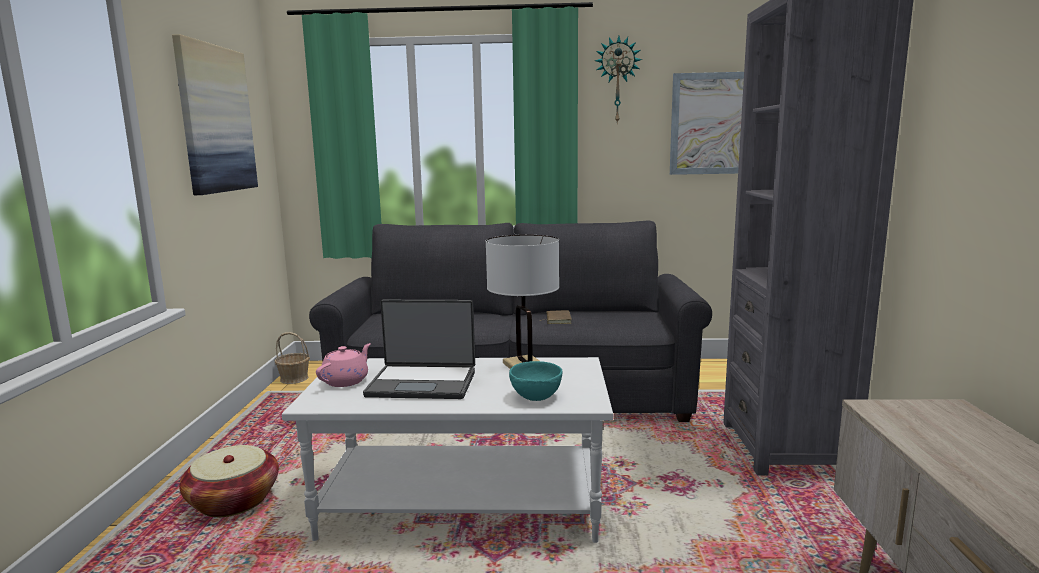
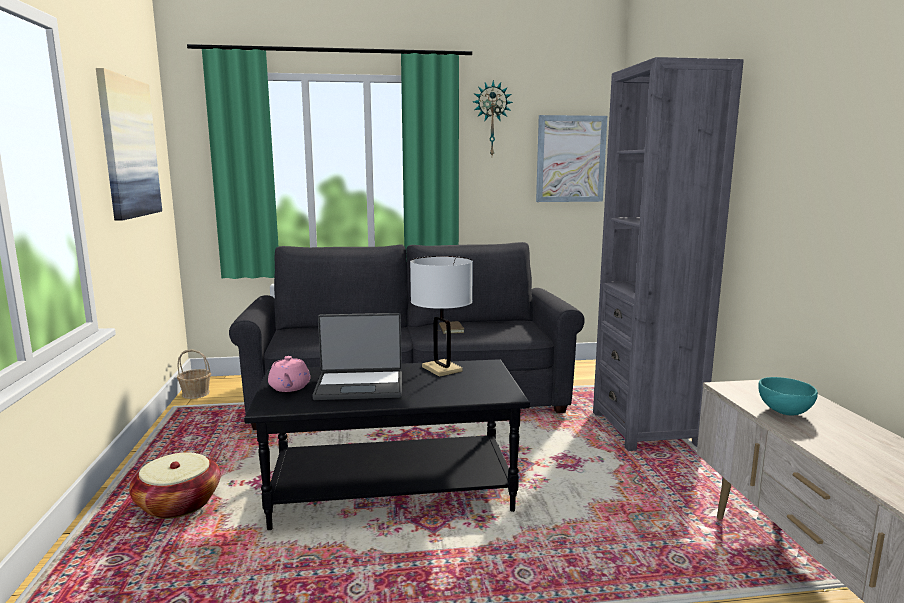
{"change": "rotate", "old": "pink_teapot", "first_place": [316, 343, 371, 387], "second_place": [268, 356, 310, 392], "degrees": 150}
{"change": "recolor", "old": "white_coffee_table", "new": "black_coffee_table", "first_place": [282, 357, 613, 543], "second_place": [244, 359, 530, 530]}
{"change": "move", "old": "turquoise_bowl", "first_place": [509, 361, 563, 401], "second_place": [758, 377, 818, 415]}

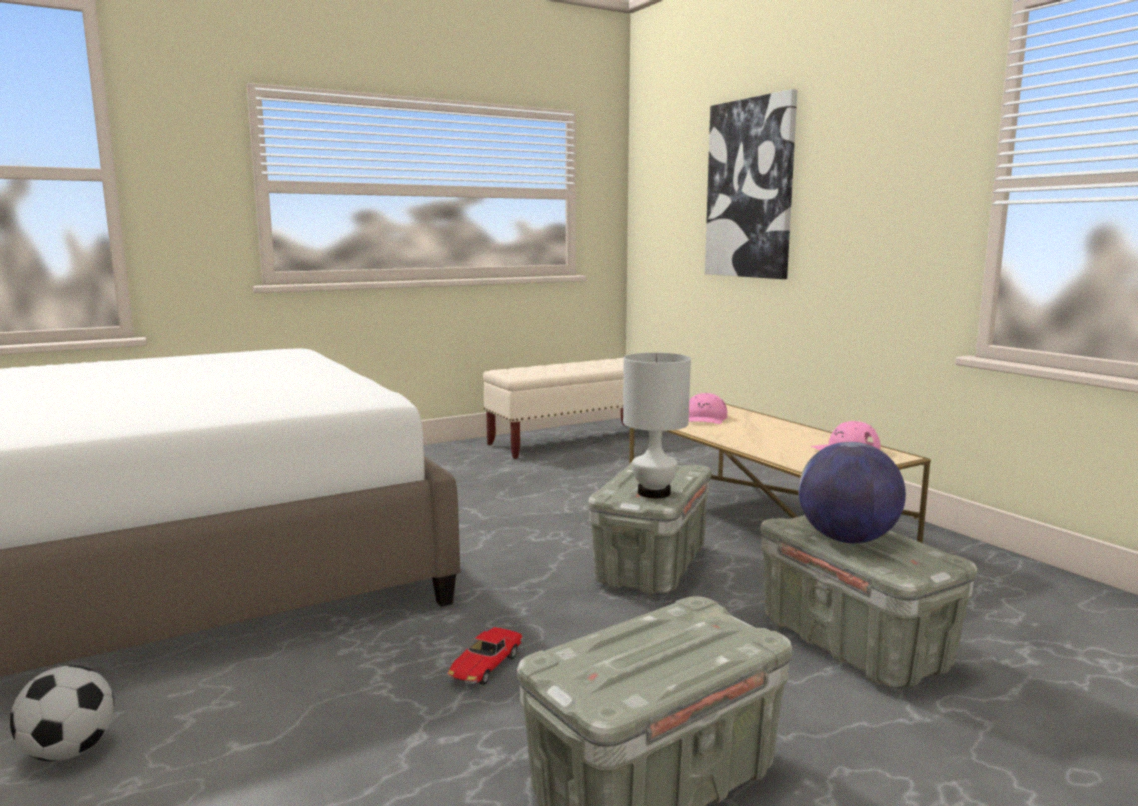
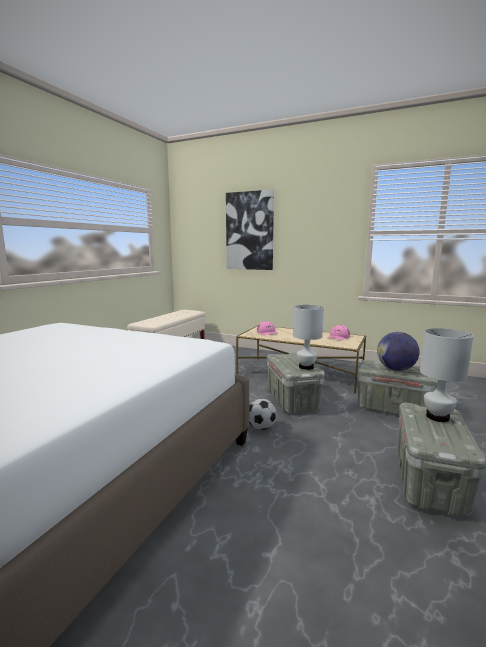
{"change": "delete", "old": "toy_car", "first_place": [447, 627, 523, 685]}
{"change": "move", "old": "football", "first_place": [10, 665, 114, 761], "second_place": [249, 399, 277, 430]}
{"change": "insert", "new": "white_table_lamp", "second_place": [420, 328, 473, 422]}

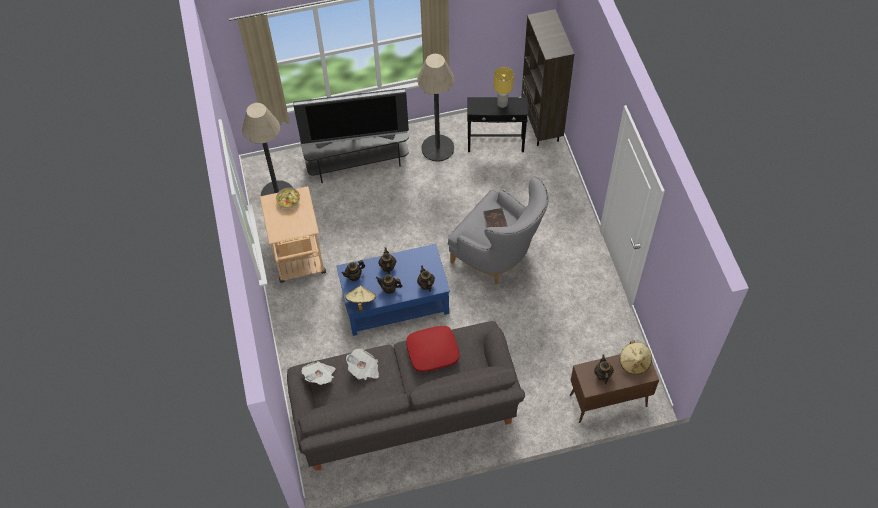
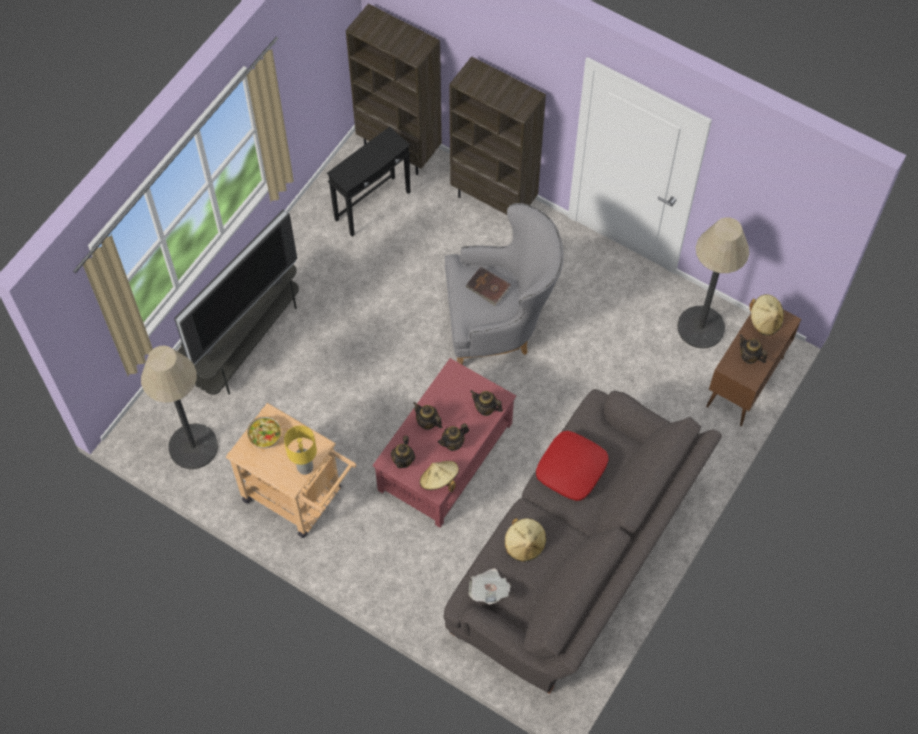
{"change": "move", "old": "floor_lamp", "first_place": [417, 54, 454, 162], "second_place": [677, 217, 749, 348]}
{"change": "move", "old": "yellow_table_lamp", "first_place": [494, 67, 514, 108], "second_place": [284, 425, 317, 475]}
{"change": "recolor", "old": "blue_coffee_table", "new": "red_coffee_table", "first_place": [337, 244, 450, 336], "second_place": [373, 358, 516, 528]}
{"change": "replace", "old": "newspaper", "new": "beige_hat", "first_place": [346, 348, 379, 380], "second_place": [505, 518, 546, 562]}
{"change": "insert", "new": "brown_bookcase", "second_place": [449, 56, 546, 215]}

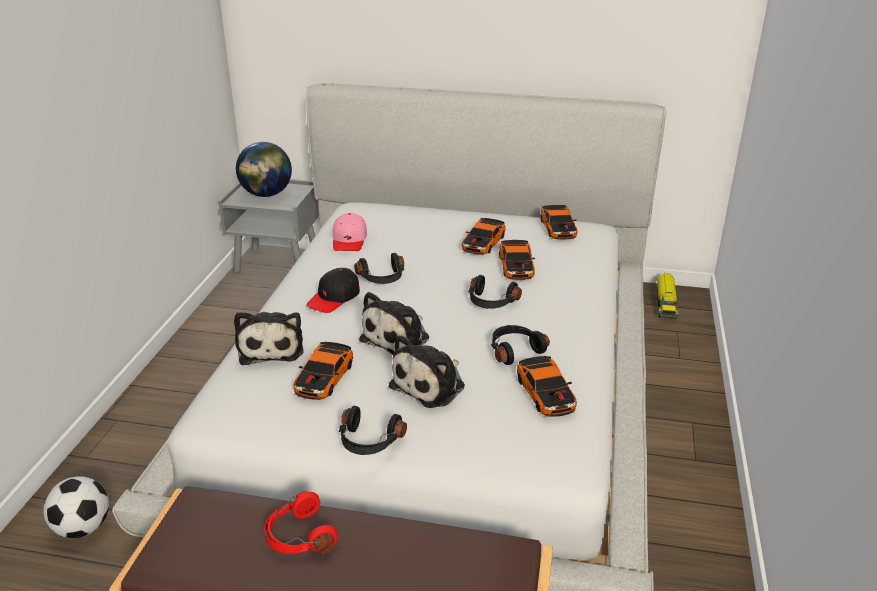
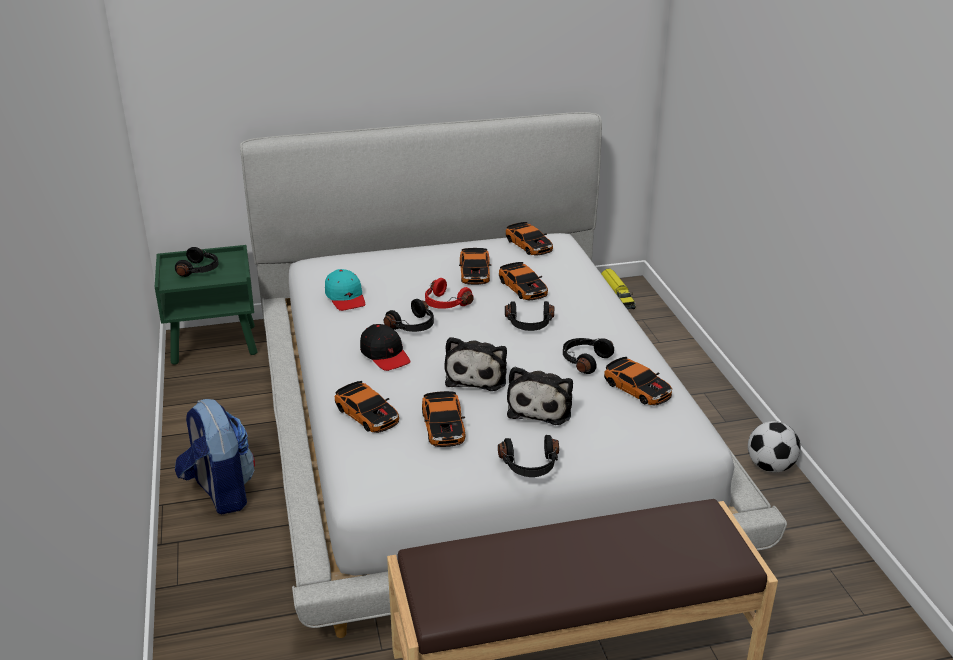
{"change": "replace", "old": "globe", "new": "black_headphones", "first_place": [236, 142, 292, 197], "second_place": [175, 247, 219, 277]}
{"change": "recolor", "old": "grey_nightstand", "new": "green_nightstand", "first_place": [218, 179, 319, 273], "second_place": [155, 245, 257, 365]}
{"change": "recolor", "old": "pink_cap", "new": "turquoise_cap", "first_place": [333, 213, 367, 251], "second_place": [325, 269, 365, 311]}
{"change": "rotate", "old": "black_cap", "first_place": [307, 268, 360, 313], "second_place": [360, 324, 410, 371], "degrees": -45}
{"change": "replace", "old": "plush_toy", "new": "toy_car", "first_place": [234, 312, 304, 365], "second_place": [335, 381, 399, 433]}
{"change": "move", "old": "football", "first_place": [43, 476, 109, 538], "second_place": [748, 421, 801, 472]}
{"change": "move", "old": "red_headphones", "first_place": [264, 491, 338, 554], "second_place": [425, 278, 474, 309]}
{"change": "insert", "new": "backpack", "second_place": [175, 399, 255, 514]}

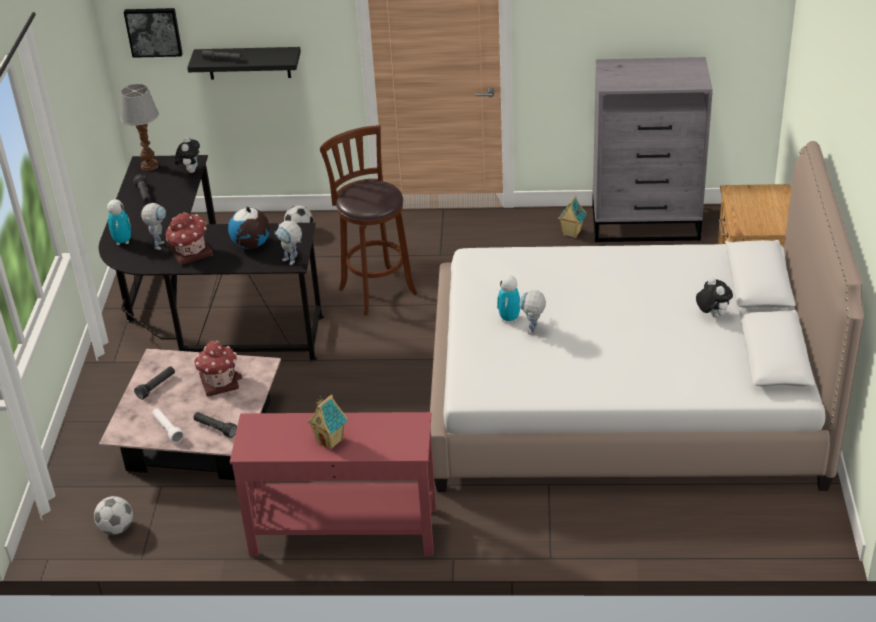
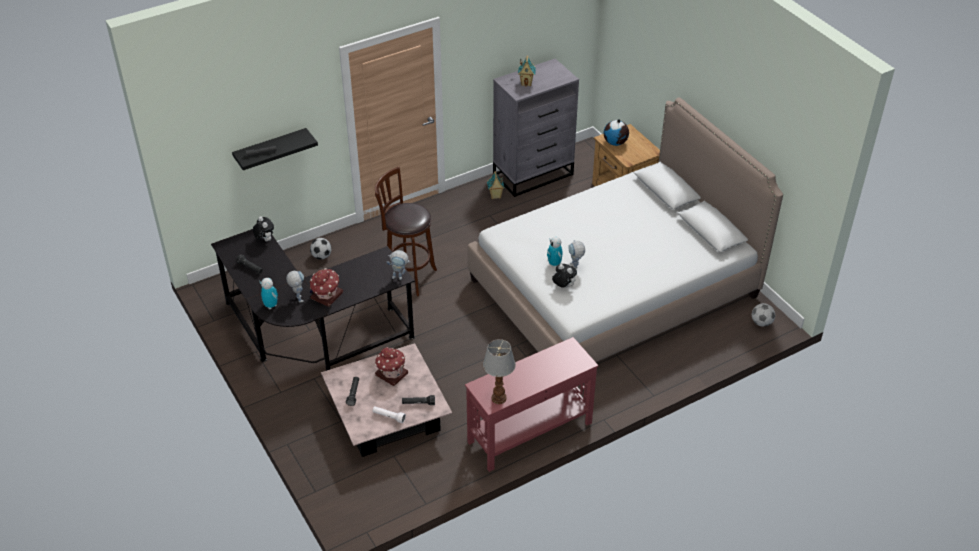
{"change": "delete", "old": "picture", "first_place": [124, 8, 183, 58]}
{"change": "move", "old": "table_lamp", "first_place": [120, 84, 159, 171], "second_place": [483, 339, 516, 404]}
{"change": "move", "old": "globe", "first_place": [228, 207, 270, 249], "second_place": [604, 119, 629, 146]}
{"change": "move", "old": "plush_toy", "first_place": [696, 278, 733, 317], "second_place": [552, 264, 577, 288]}
{"change": "move", "old": "toy_house", "first_place": [307, 395, 348, 450], "second_place": [518, 55, 536, 86]}
{"change": "move", "old": "football", "first_place": [94, 496, 133, 535], "second_place": [752, 303, 775, 327]}

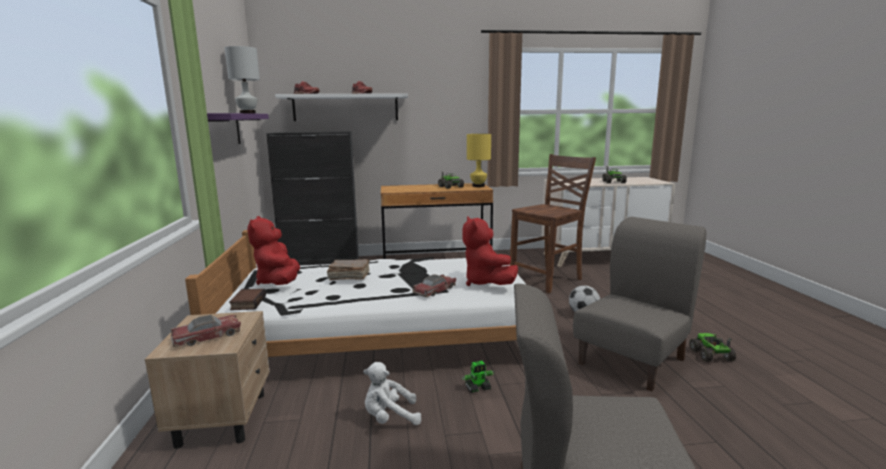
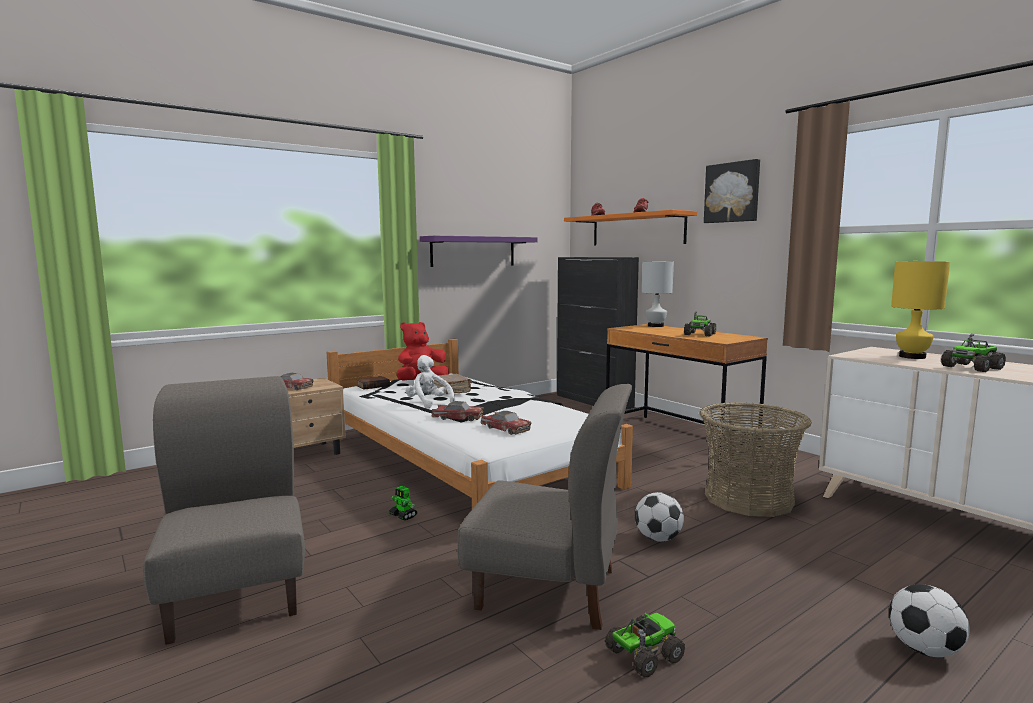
{"change": "move", "old": "white_table_lamp", "first_place": [224, 46, 260, 114], "second_place": [642, 261, 674, 327]}
{"change": "recolor", "old": "white_shelf", "new": "orange_shelf", "first_place": [275, 93, 408, 121], "second_place": [564, 210, 697, 246]}
{"change": "move", "old": "yellow_table_lamp", "first_place": [467, 134, 491, 187], "second_place": [891, 261, 950, 359]}
{"change": "replace", "old": "brown_chair", "new": "basket", "first_place": [510, 154, 596, 293], "second_place": [699, 402, 812, 517]}
{"change": "replace", "old": "red_plush_toy", "new": "toy_car", "first_place": [462, 216, 518, 286], "second_place": [481, 411, 531, 435]}
{"change": "move", "old": "white_plush_toy", "first_place": [363, 362, 422, 425], "second_place": [405, 355, 455, 409]}
{"change": "insert", "new": "picture", "second_place": [704, 159, 760, 223]}
{"change": "insert", "new": "football", "second_place": [889, 584, 970, 657]}

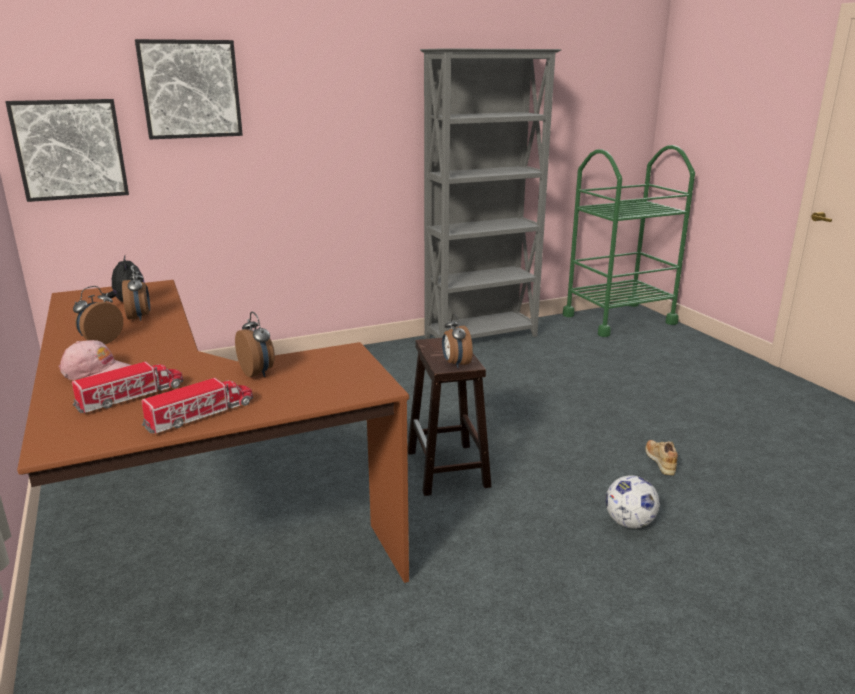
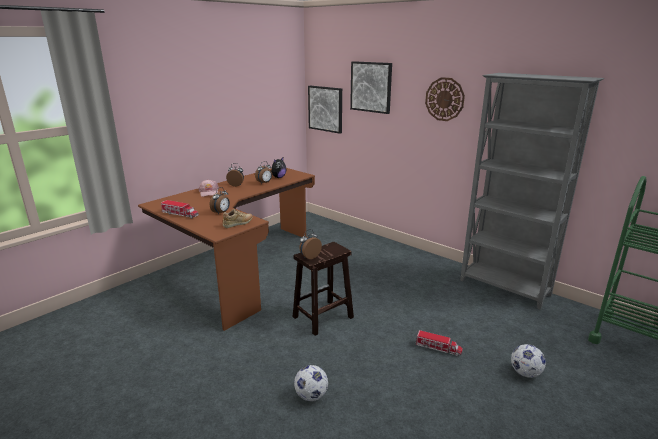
{"change": "move", "old": "toy_truck", "first_place": [72, 362, 183, 413], "second_place": [415, 330, 463, 356]}
{"change": "move", "old": "beige_shoe", "first_place": [645, 440, 678, 475], "second_place": [223, 209, 253, 228]}
{"change": "insert", "new": "wall_clock", "second_place": [425, 77, 465, 121]}
{"change": "insert", "new": "football", "second_place": [511, 344, 546, 378]}

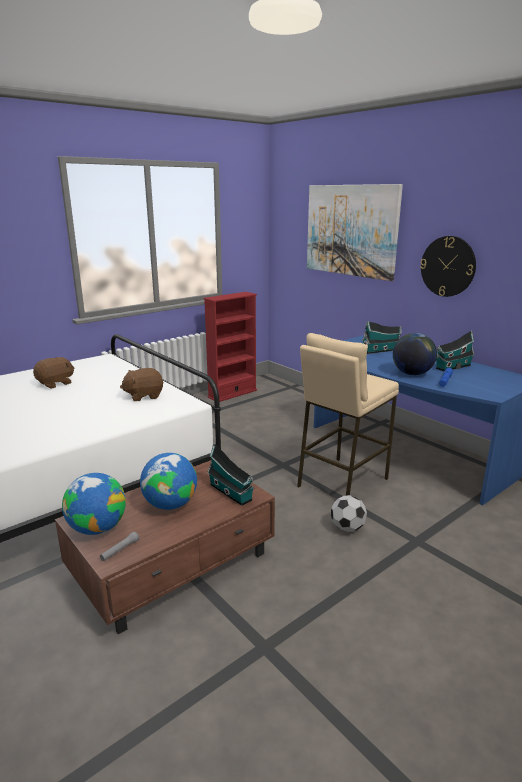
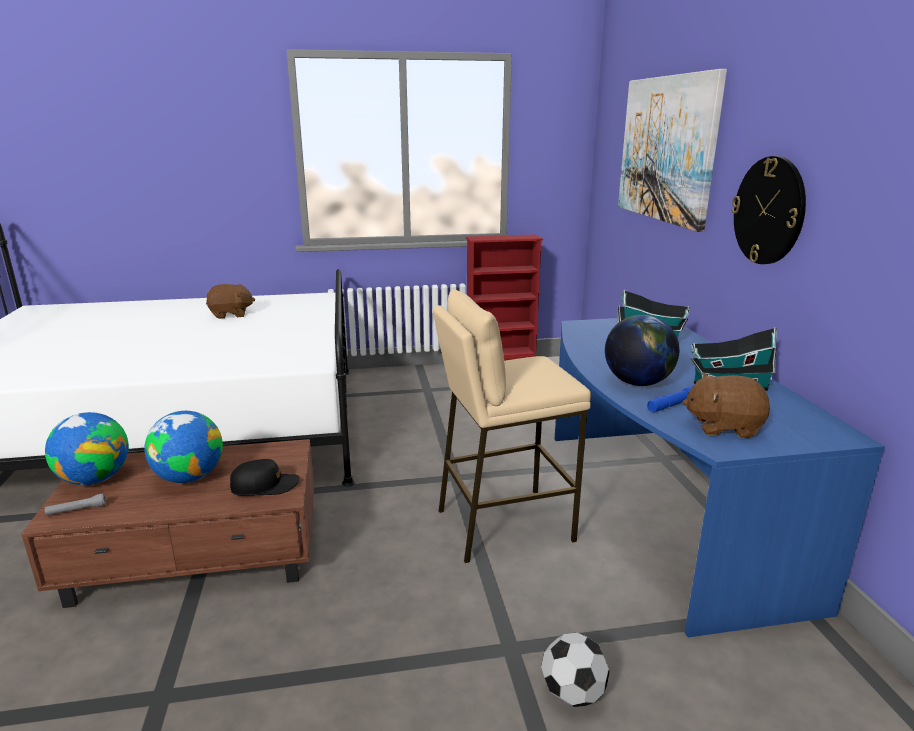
{"change": "move", "old": "brown_plush_toy", "first_place": [120, 368, 164, 401], "second_place": [682, 373, 770, 438]}
{"change": "replace", "old": "toy_house", "new": "black_cap", "first_place": [207, 442, 255, 506], "second_place": [230, 459, 300, 496]}
{"change": "move", "old": "football", "first_place": [331, 495, 367, 532], "second_place": [541, 633, 610, 707]}

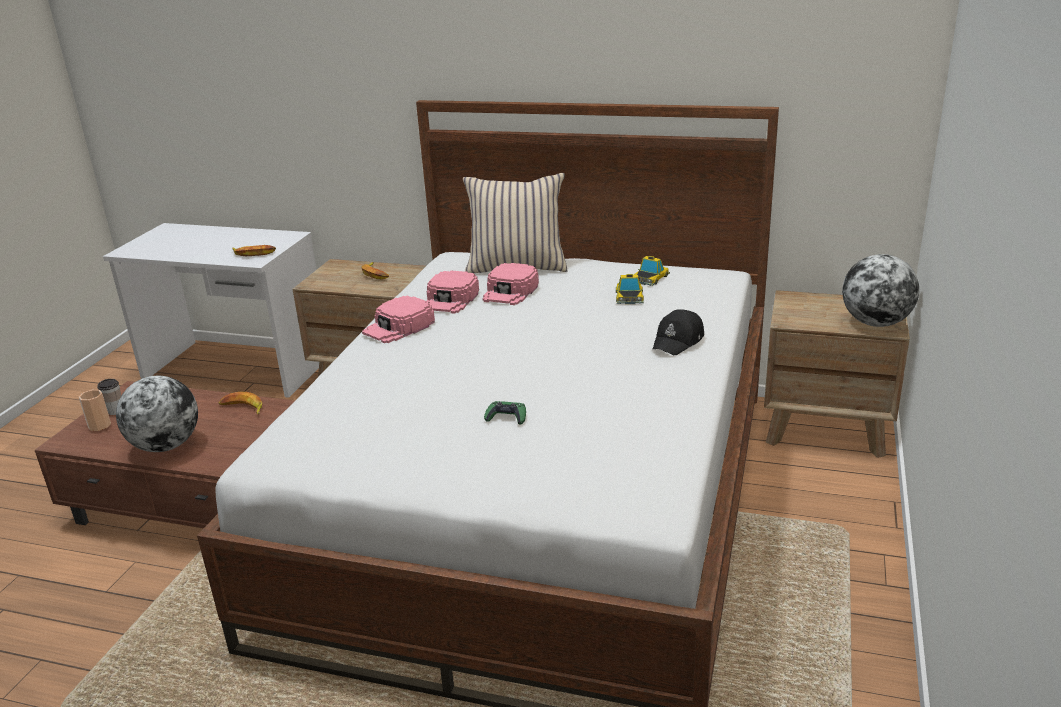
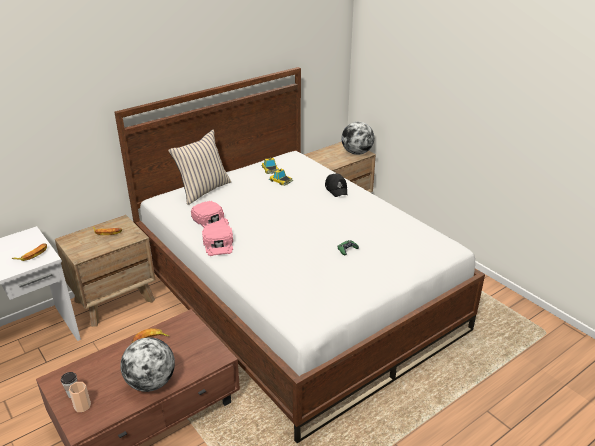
{"change": "delete", "old": "pink_cap", "first_place": [483, 263, 539, 305]}

